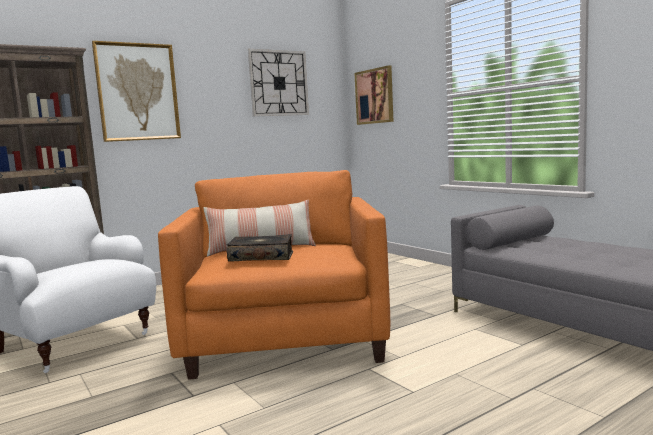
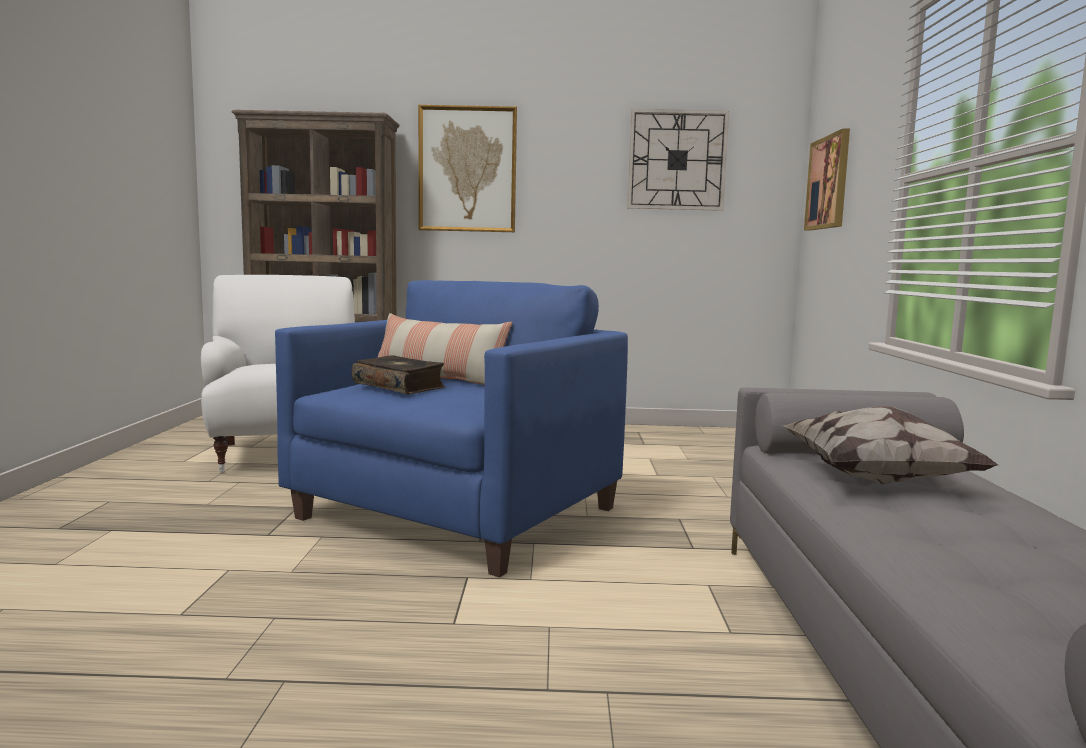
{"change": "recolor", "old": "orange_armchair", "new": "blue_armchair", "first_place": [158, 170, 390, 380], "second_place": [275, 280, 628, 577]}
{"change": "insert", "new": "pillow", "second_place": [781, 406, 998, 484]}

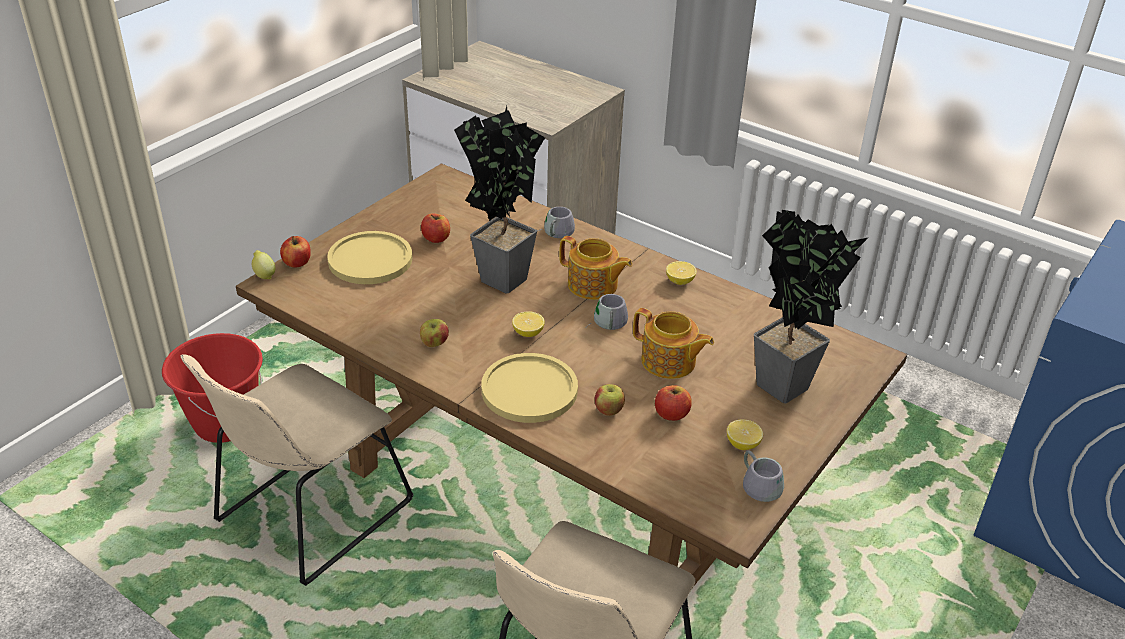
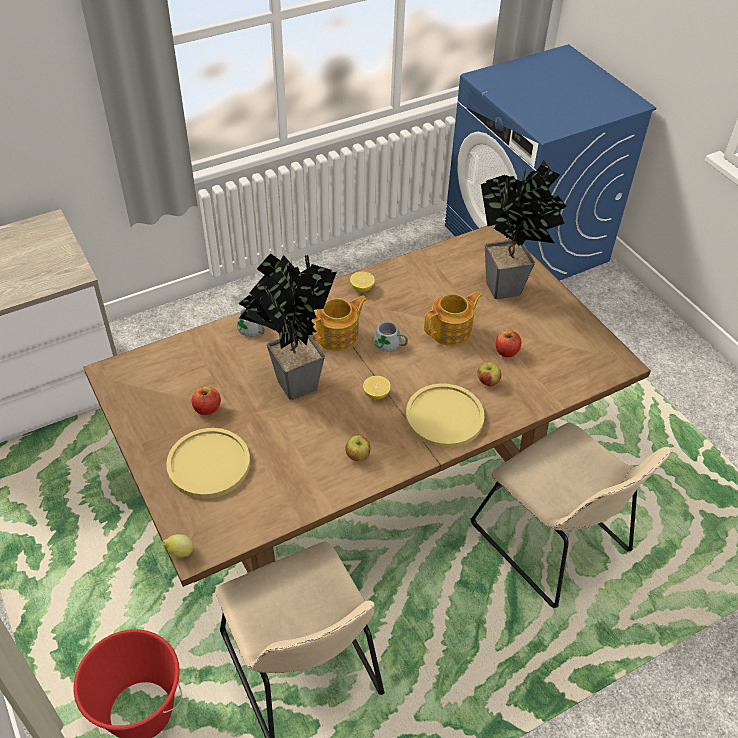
{"change": "delete", "old": "apple", "first_place": [280, 236, 311, 268]}
{"change": "delete", "old": "lemon", "first_place": [727, 420, 763, 450]}
{"change": "delete", "old": "grey_mug", "first_place": [743, 450, 784, 502]}

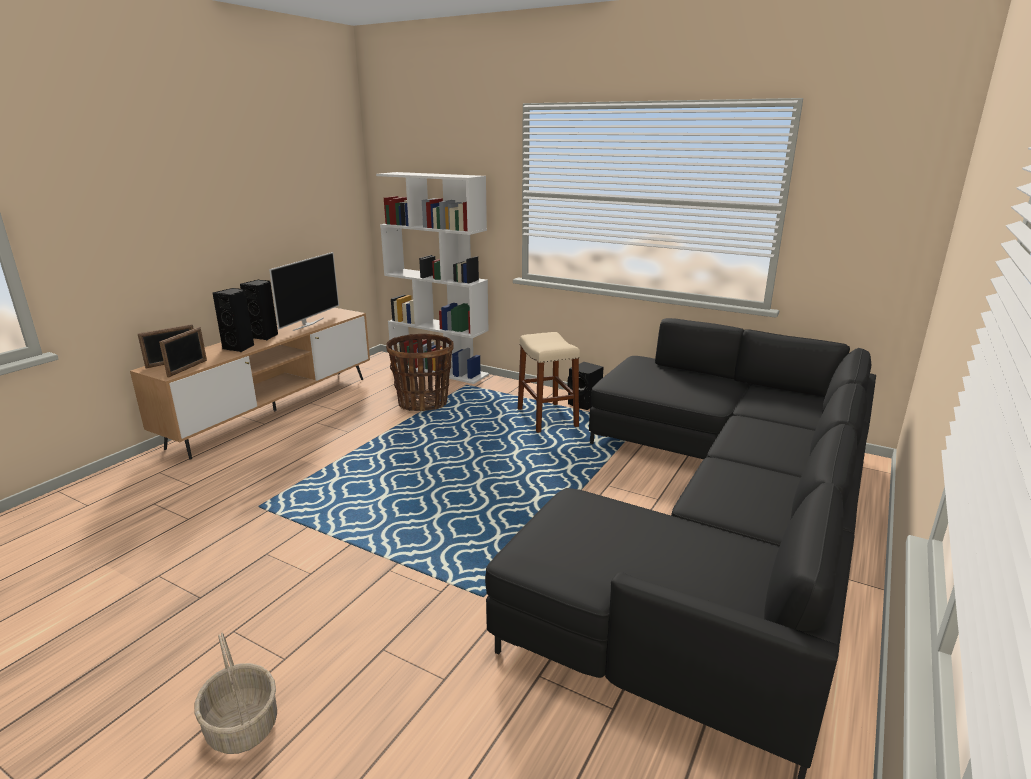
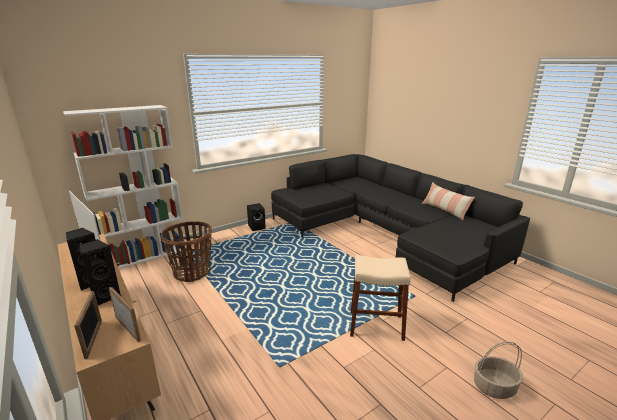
{"change": "move", "old": "beige_stool", "first_place": [518, 332, 580, 433], "second_place": [350, 255, 411, 341]}
{"change": "insert", "new": "pillow", "second_place": [422, 183, 475, 220]}

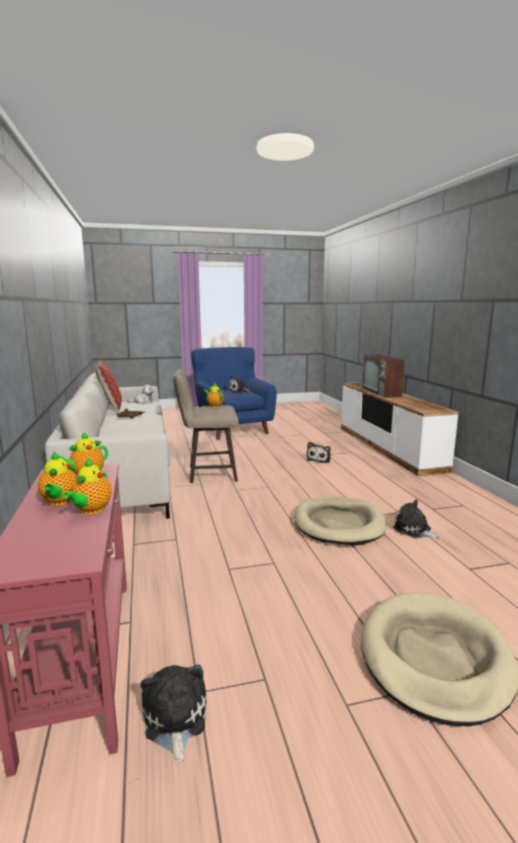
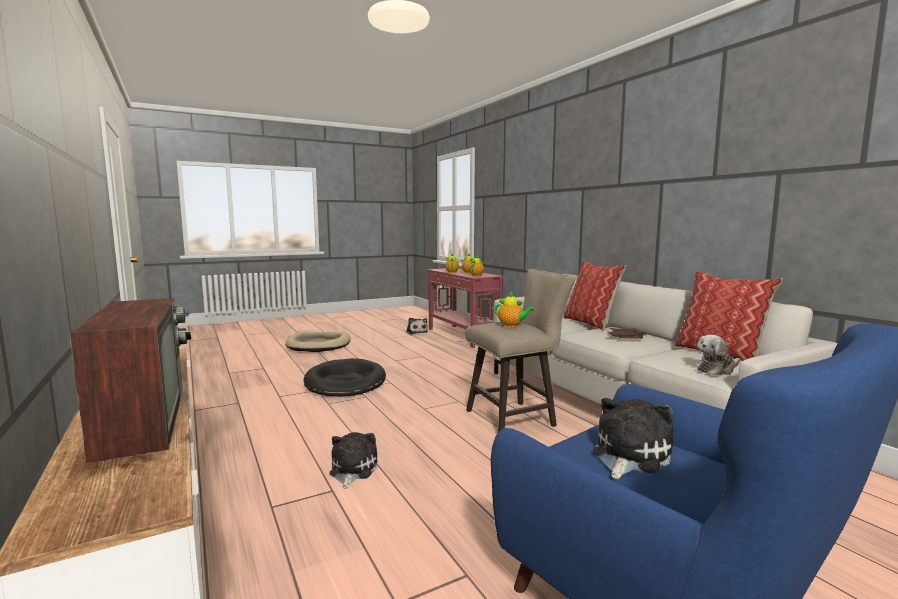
{"change": "recolor", "old": "beige_dog_bed", "new": "black_dog_bed", "first_place": [294, 497, 387, 546], "second_place": [304, 358, 386, 397]}
{"change": "delete", "old": "plush_toy", "first_place": [393, 499, 440, 538]}
{"change": "insert", "new": "pillow", "second_place": [563, 261, 626, 330]}

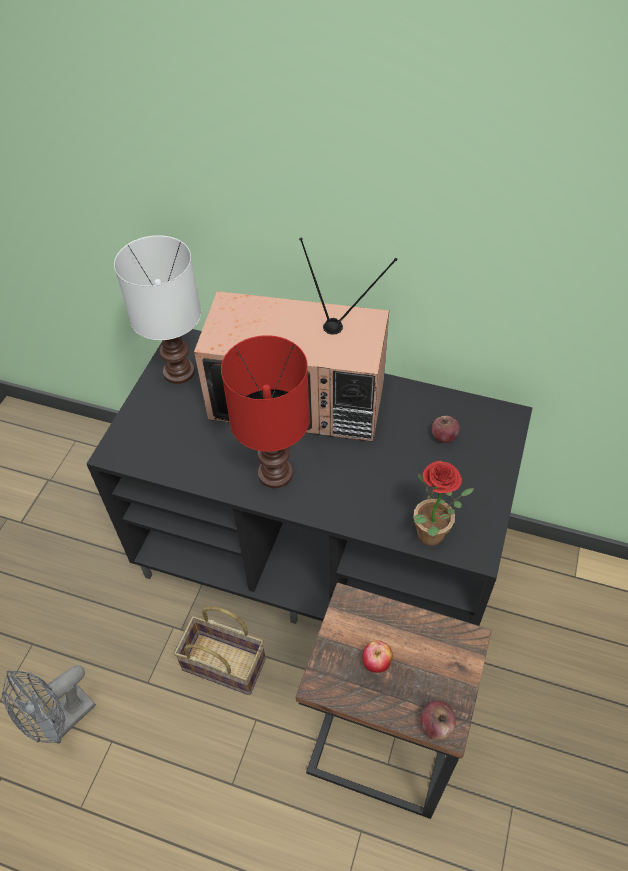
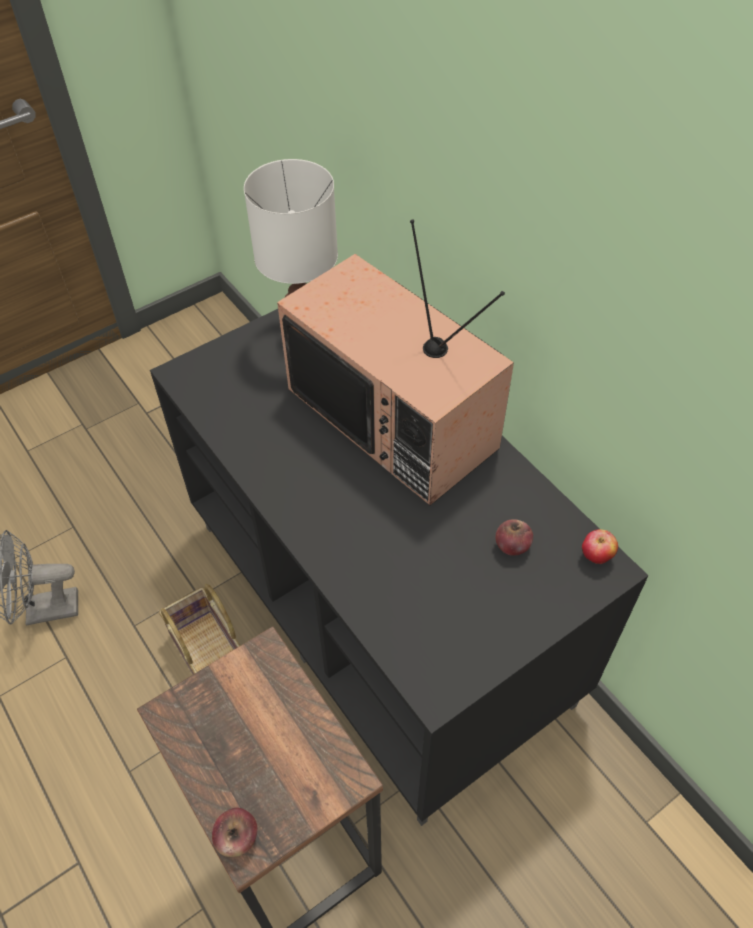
{"change": "delete", "old": "red_table_lamp", "first_place": [221, 335, 310, 488]}
{"change": "delete", "old": "potted_plant", "first_place": [413, 461, 474, 546]}
{"change": "move", "old": "apple", "first_place": [362, 641, 393, 673], "second_place": [582, 529, 618, 564]}

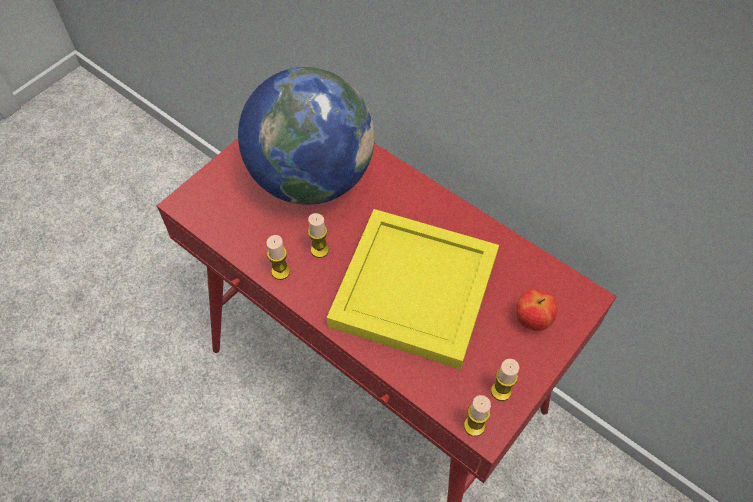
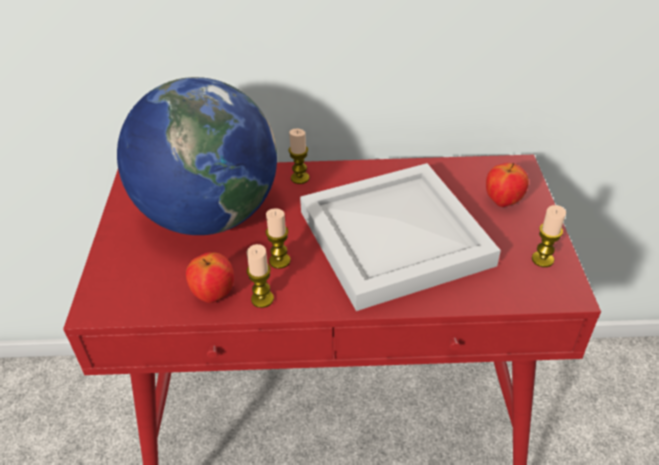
{"change": "recolor", "old": "yellow_tray", "new": "white_tray", "first_place": [327, 209, 499, 370], "second_place": [300, 163, 501, 311]}
{"change": "move", "old": "candle", "first_place": [464, 395, 491, 436], "second_place": [288, 129, 310, 184]}
{"change": "insert", "new": "apple", "second_place": [186, 252, 234, 303]}

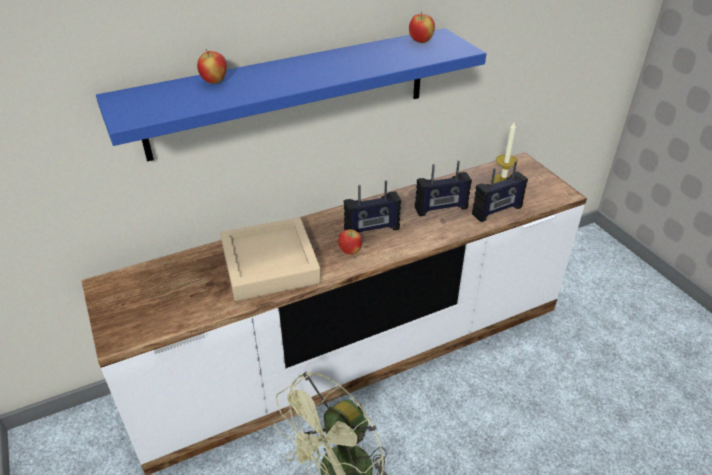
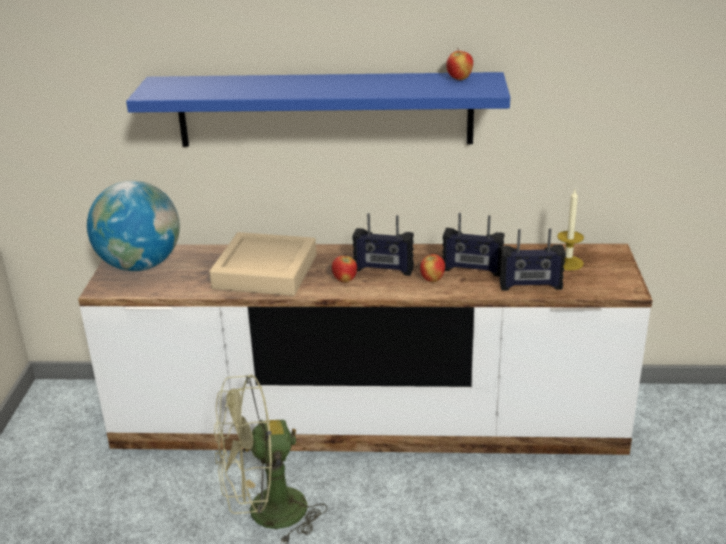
{"change": "move", "old": "apple", "first_place": [197, 49, 227, 84], "second_place": [420, 254, 445, 282]}
{"change": "insert", "new": "globe", "second_place": [87, 181, 180, 271]}

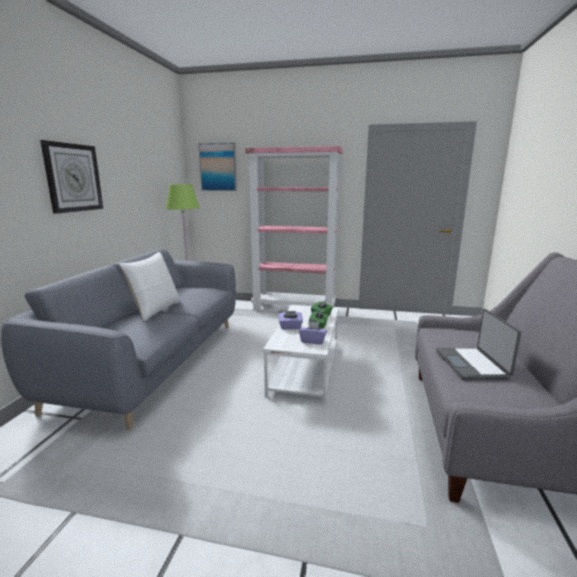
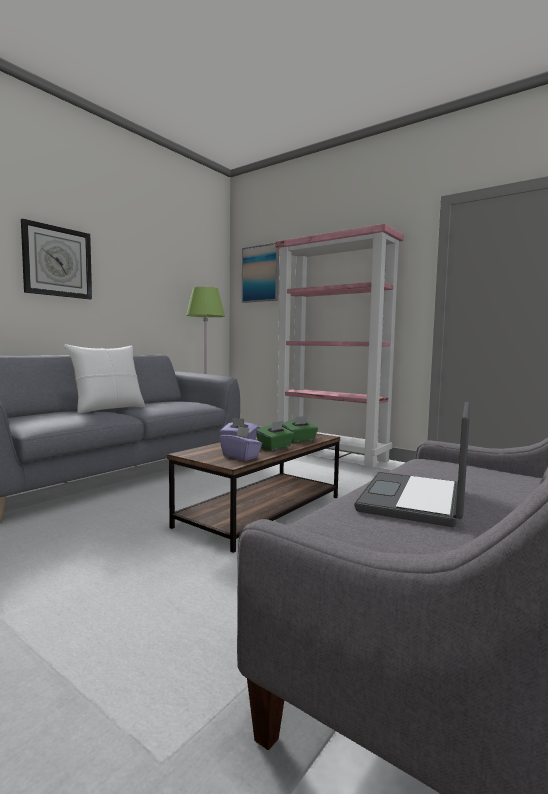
{"change": "recolor", "old": "white_coffee_table", "new": "brown_coffee_table", "first_place": [263, 305, 339, 405], "second_place": [167, 433, 340, 553]}

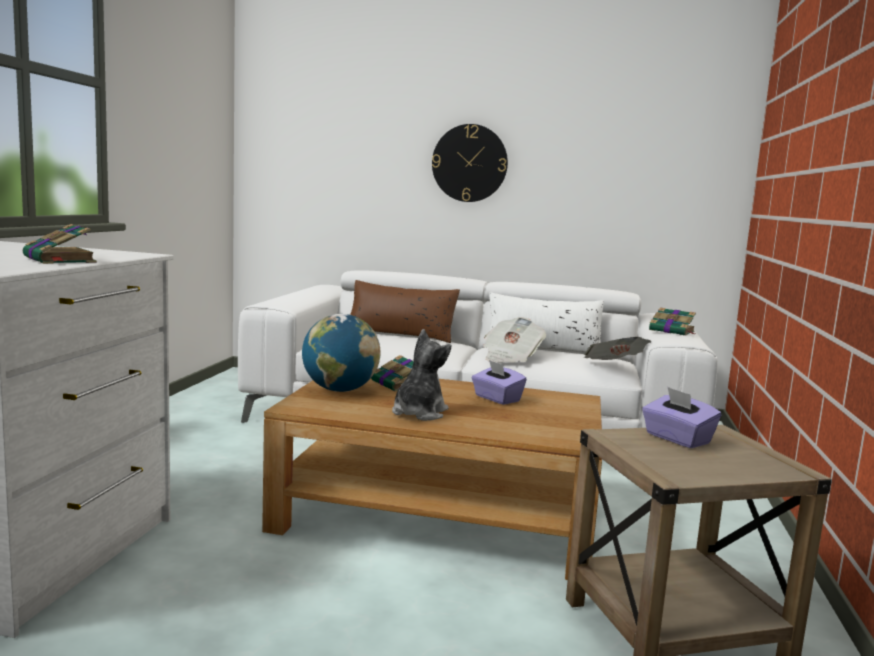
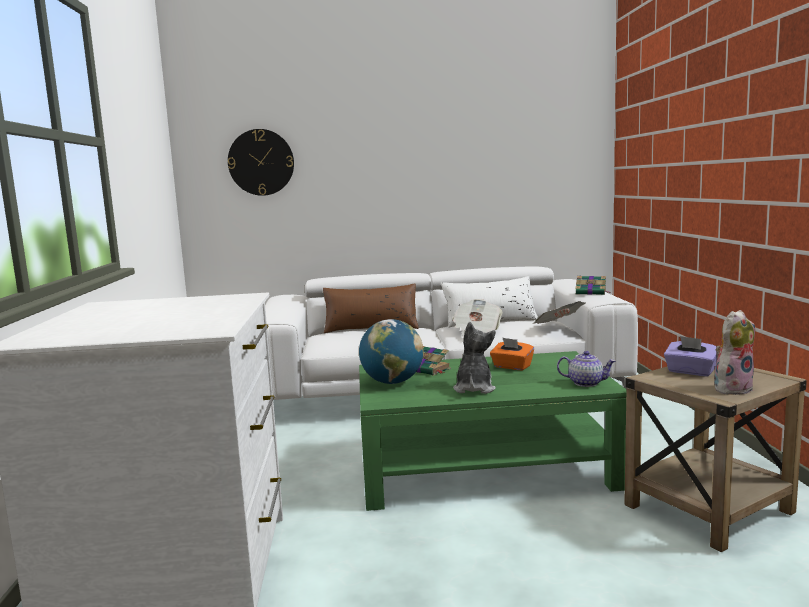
{"change": "move", "old": "wall_clock", "first_place": [432, 124, 508, 202], "second_place": [228, 129, 294, 196]}
{"change": "delete", "old": "book", "first_place": [23, 224, 97, 264]}
{"change": "recolor", "old": "purple_tissue_box", "new": "orange_tissue_box", "first_place": [472, 360, 527, 405], "second_place": [490, 337, 534, 370]}
{"change": "recolor", "old": "brown_coffee_table", "new": "green_coffee_table", "first_place": [262, 379, 602, 580], "second_place": [359, 351, 626, 511]}
{"change": "insert", "new": "plush_toy", "second_place": [714, 310, 755, 395]}
{"change": "insert", "new": "teapot", "second_place": [557, 351, 616, 387]}

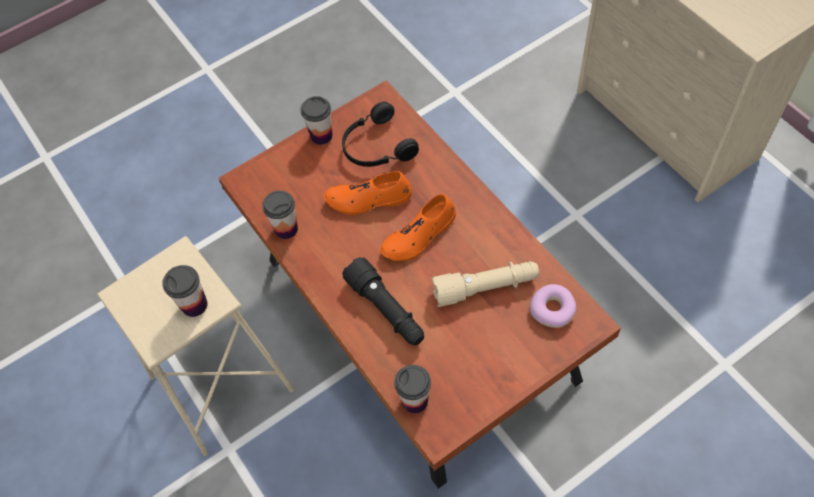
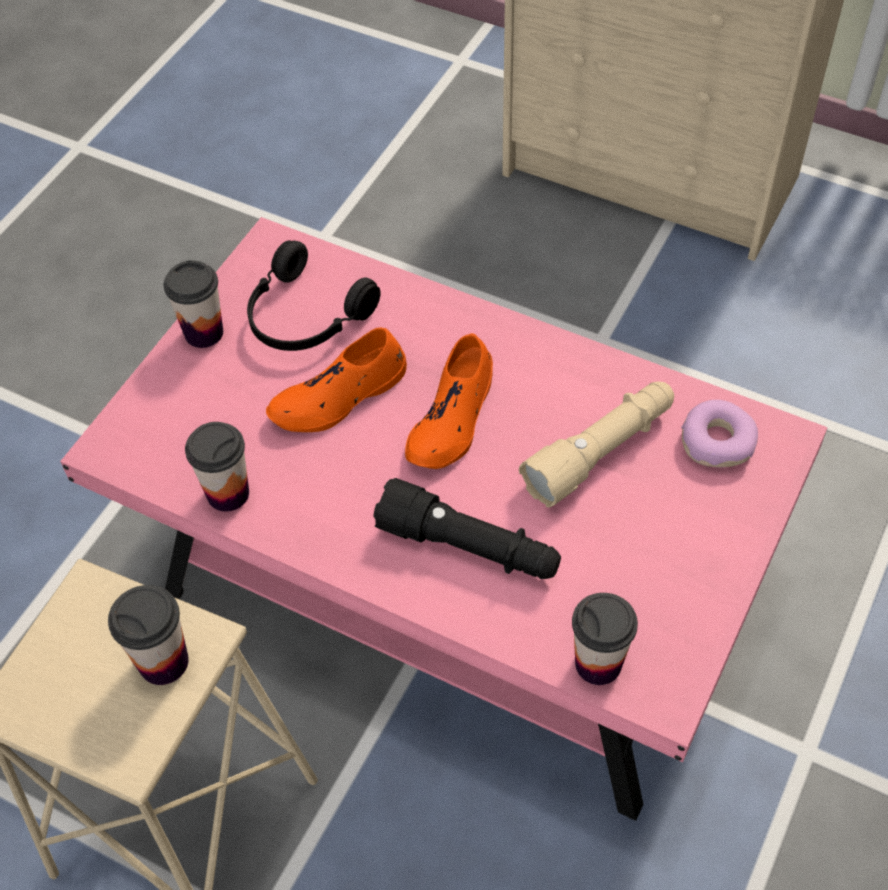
{"change": "recolor", "old": "brown_coffee_table", "new": "pink_coffee_table", "first_place": [219, 80, 621, 489], "second_place": [60, 217, 828, 821]}

